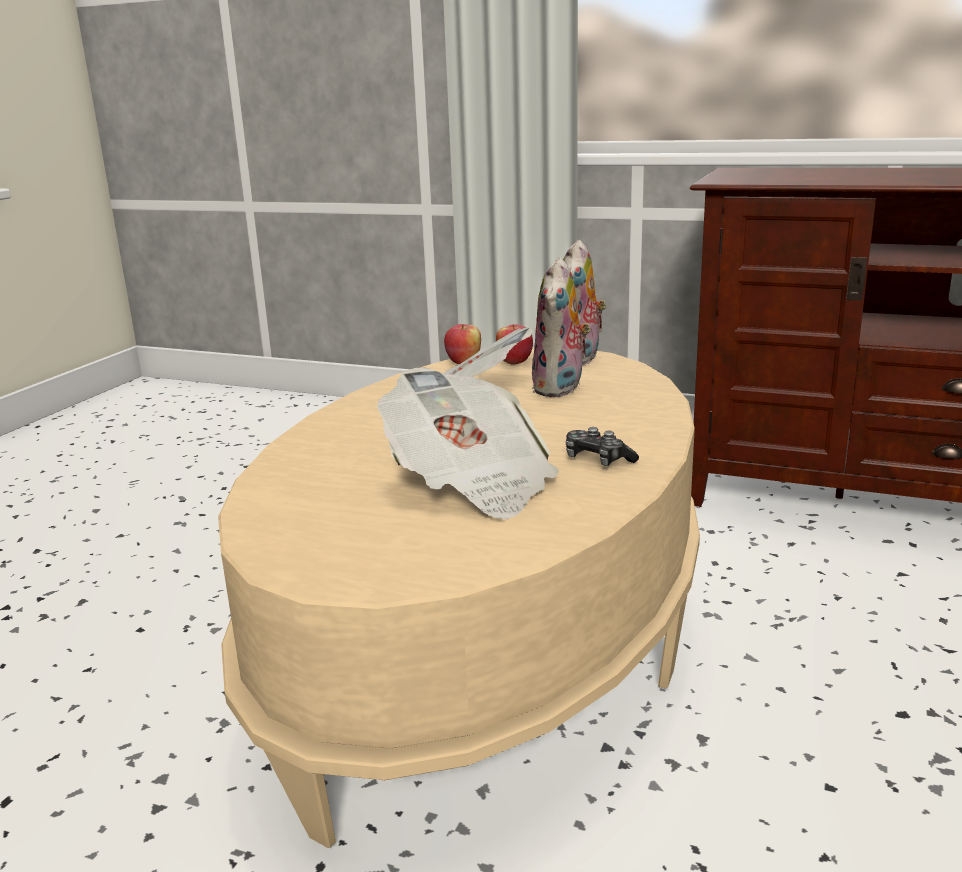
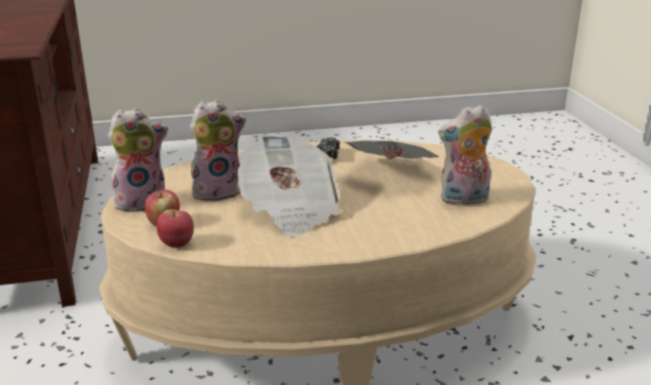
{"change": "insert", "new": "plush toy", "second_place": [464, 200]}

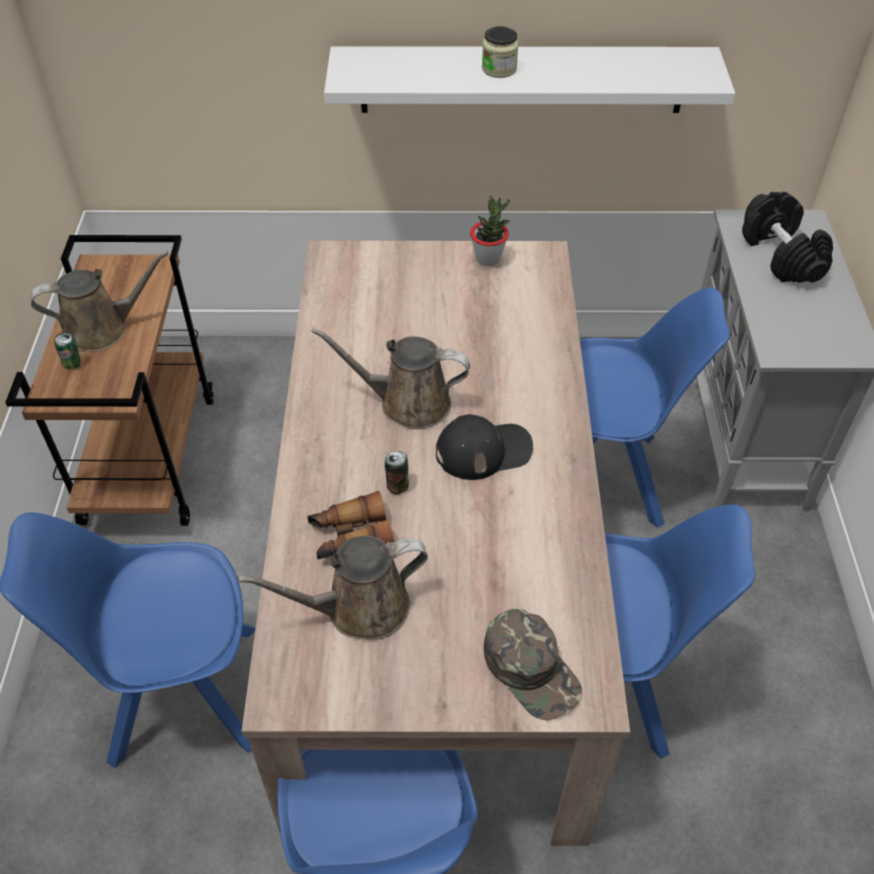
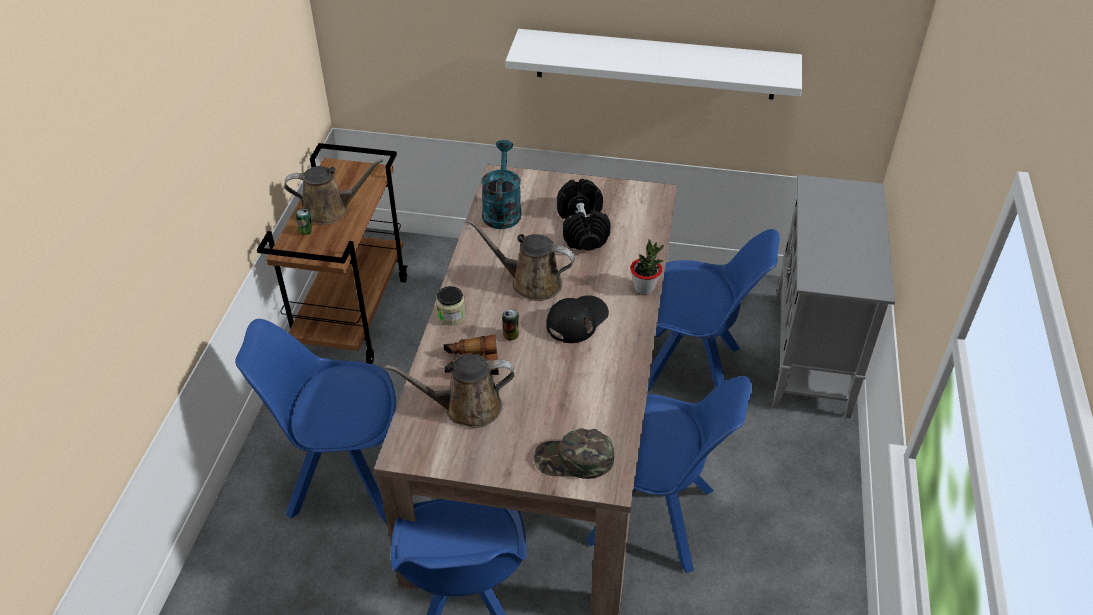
{"change": "move", "old": "jar", "first_place": [499, 69], "second_place": [451, 316]}
{"change": "move", "old": "dumbbell (black)", "first_place": [782, 255], "second_place": [583, 228]}
{"change": "move", "old": "potted plant", "first_place": [488, 259], "second_place": [644, 288]}
{"change": "rotate", "old": "cap (black)", "first_place": [484, 450], "second_place": [577, 320], "degrees": -45}
{"change": "rotate", "old": "cap (green)", "first_place": [531, 669], "second_place": [574, 460], "degrees": 120}
{"change": "insert", "new": "watering can (turquoise)", "second_place": [502, 210]}

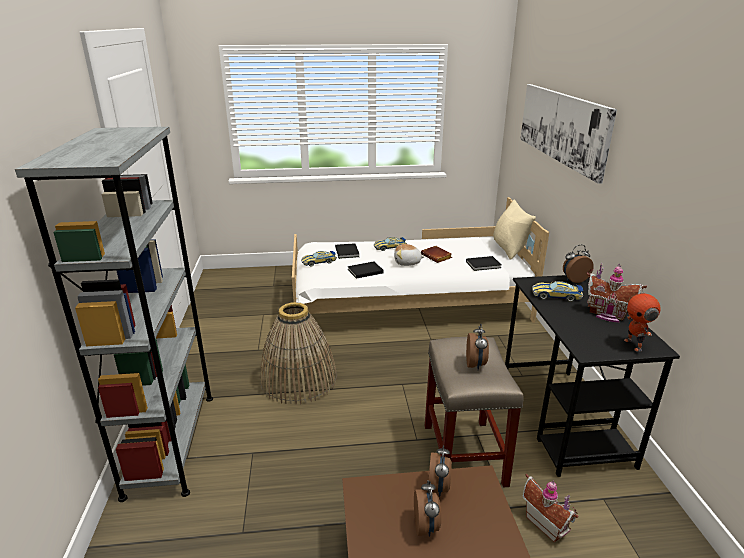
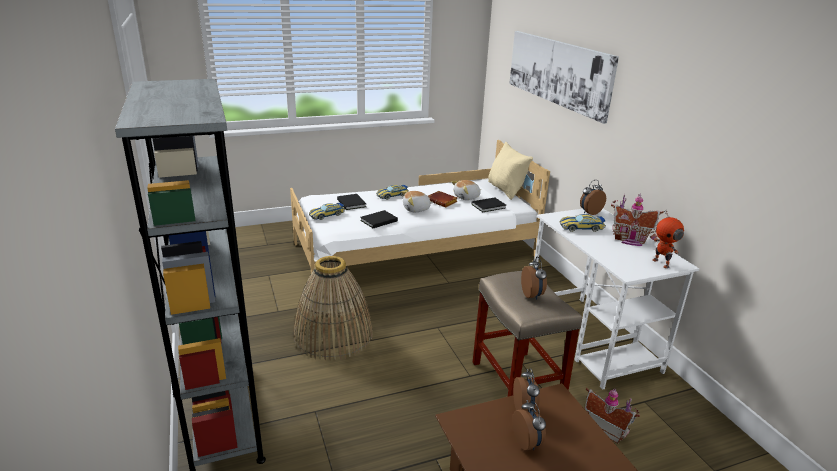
{"change": "recolor", "old": "desk (black)", "new": "desk (white)", "first_place": [564, 419], "second_place": [591, 340]}
{"change": "insert", "new": "plush toy", "second_place": [467, 197]}

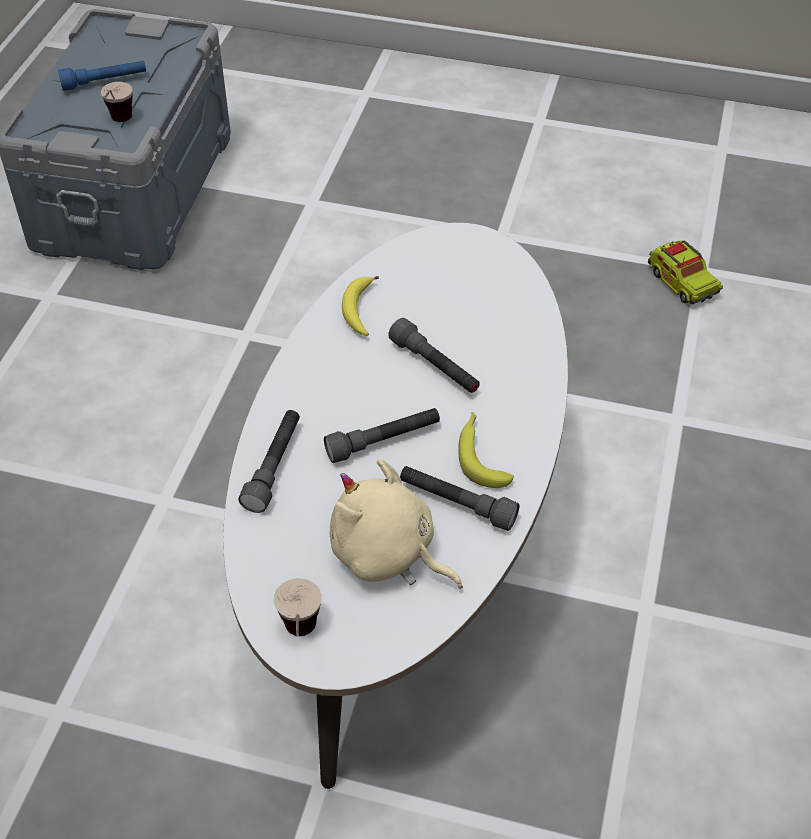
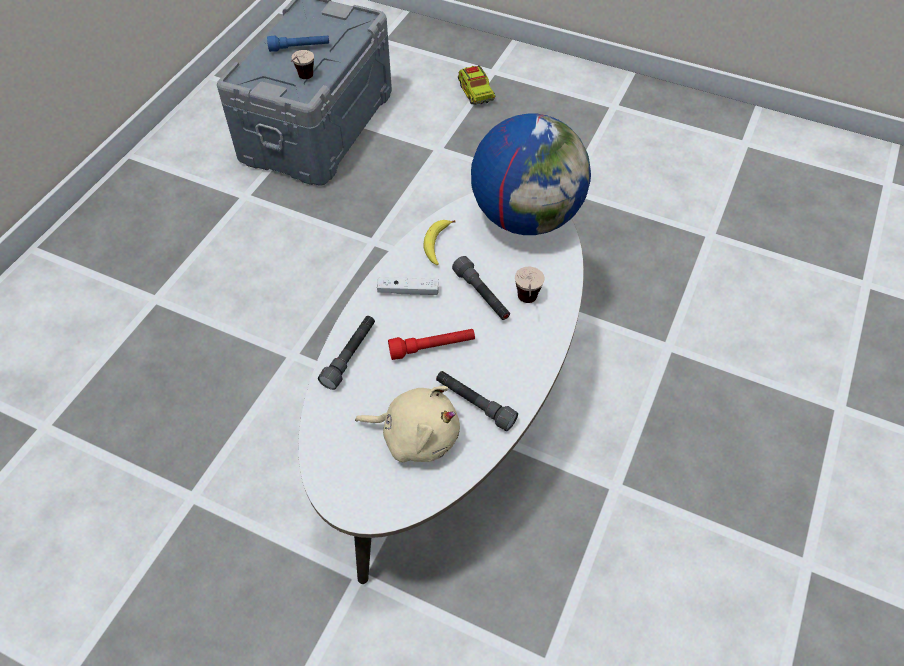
{"change": "move", "old": "toy truck", "first_place": [681, 282], "second_place": [475, 92]}
{"change": "recolor", "old": "flashlight (grey)", "new": "flashlight (red)", "first_place": [383, 441], "second_place": [432, 348]}
{"change": "delete", "old": "banana", "first_place": [481, 455]}
{"change": "rotate", "old": "plush toy (beige)", "first_place": [387, 554], "second_place": [416, 435], "degrees": 150}
{"change": "move", "old": "cup", "first_place": [301, 640], "second_place": [527, 305]}
{"change": "insert", "new": "globe", "second_place": [526, 217]}
{"change": "insert", "new": "game controller (white)", "second_place": [408, 291]}

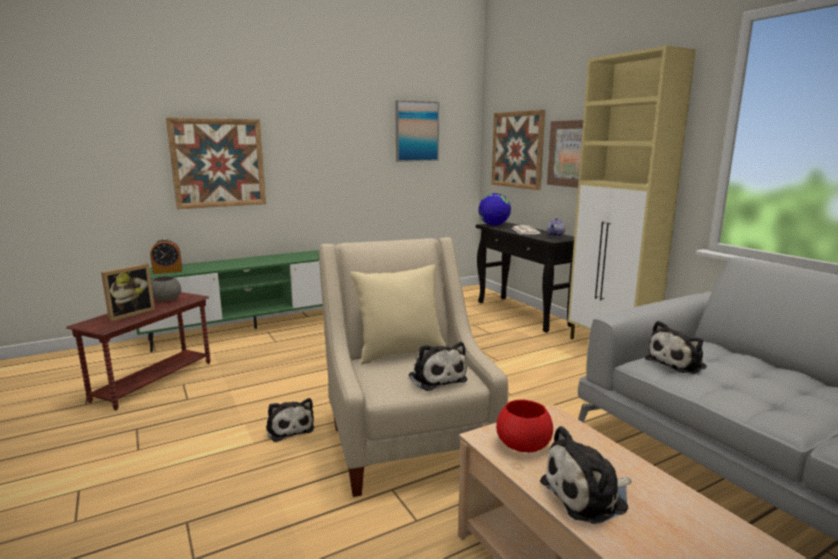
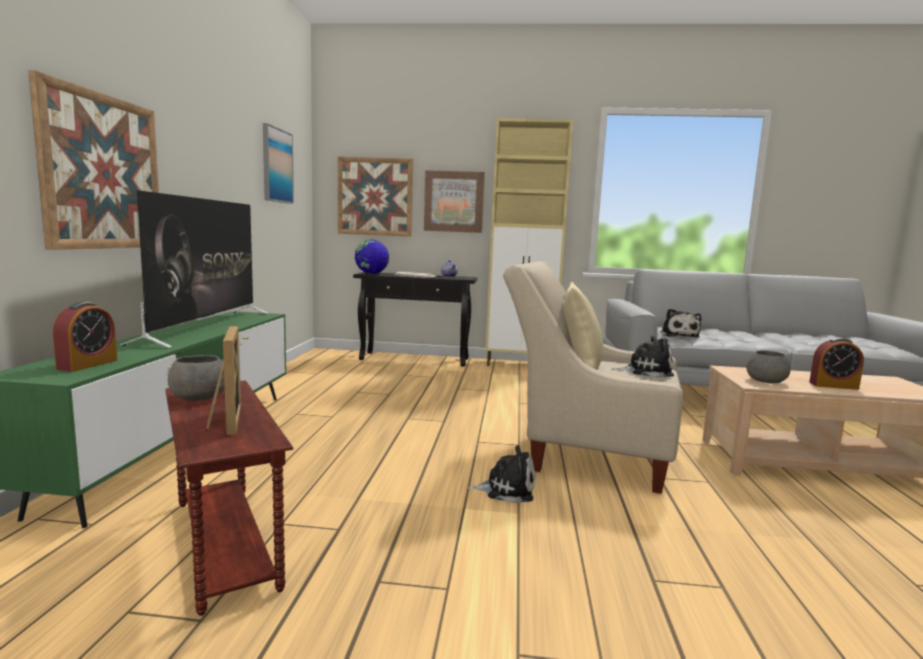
{"change": "recolor", "old": "bowl (red)", "new": "bowl (grey)", "first_place": [524, 444], "second_place": [766, 381]}
{"change": "replace", "old": "plush toy", "new": "alarm clock", "first_place": [588, 495], "second_place": [833, 385]}
{"change": "insert", "new": "television", "second_place": [207, 326]}

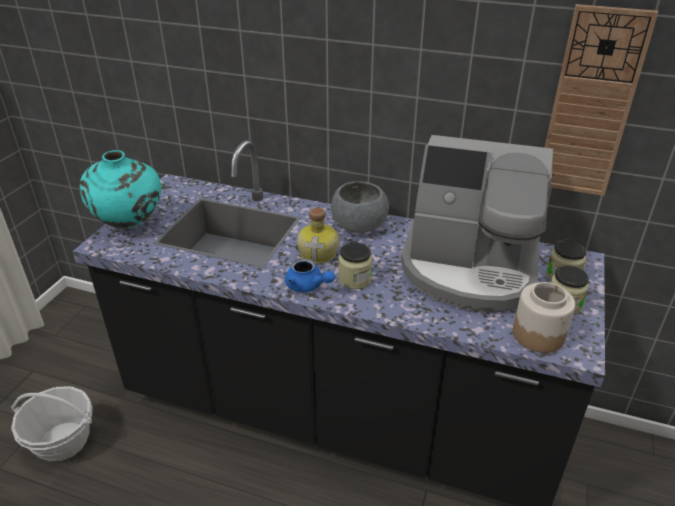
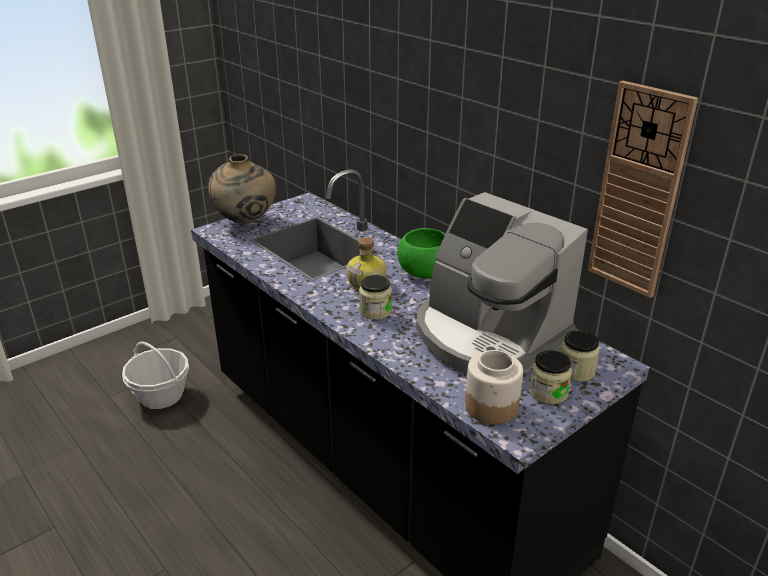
{"change": "recolor", "old": "vase (turquoise)", "new": "vase (beige)", "first_place": [130, 225], "second_place": [246, 222]}
{"change": "recolor", "old": "bowl (grey)", "new": "bowl (green)", "first_place": [358, 225], "second_place": [425, 272]}
{"change": "delete", "old": "teapot (blue)", "first_place": [308, 286]}

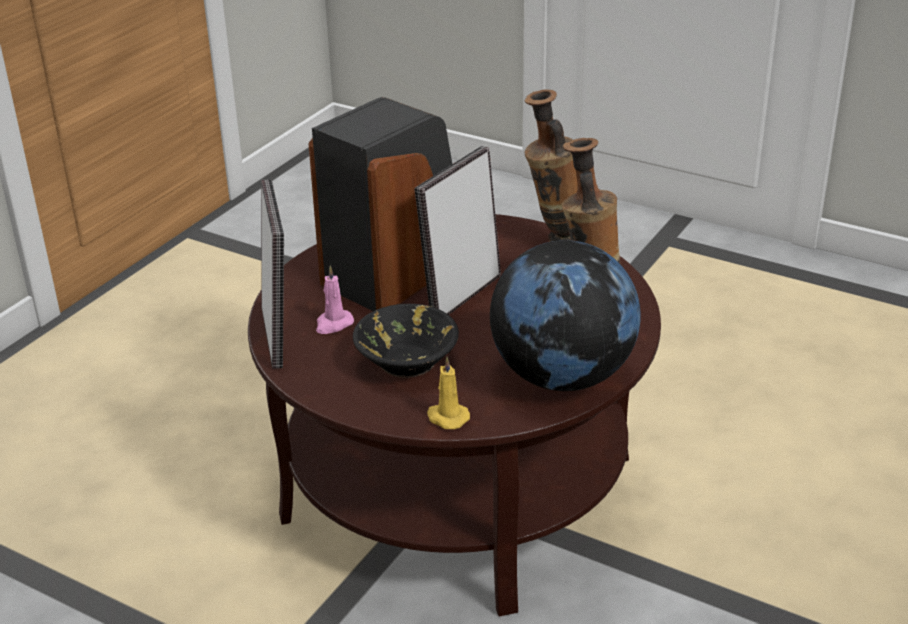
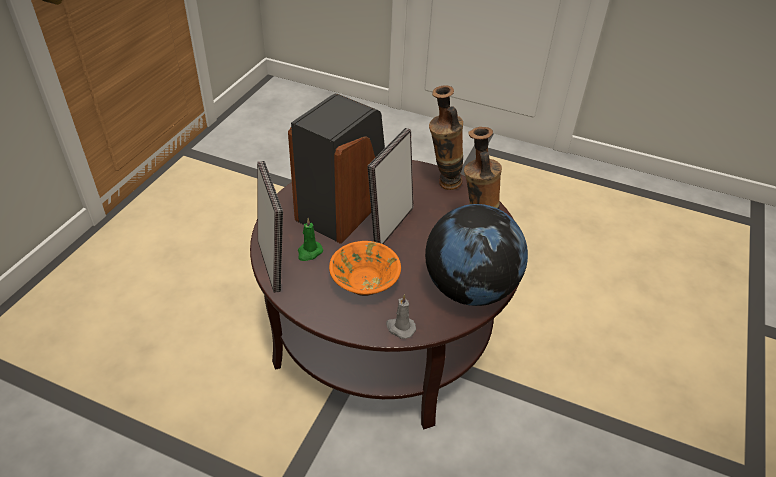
{"change": "recolor", "old": "candle (pink)", "new": "candle (green)", "first_place": [333, 324], "second_place": [309, 252]}
{"change": "recolor", "old": "bowl (black)", "new": "bowl (orange)", "first_place": [406, 363], "second_place": [364, 283]}
{"change": "recolor", "old": "candle (yellow)", "new": "candle (grey)", "first_place": [447, 417], "second_place": [400, 328]}

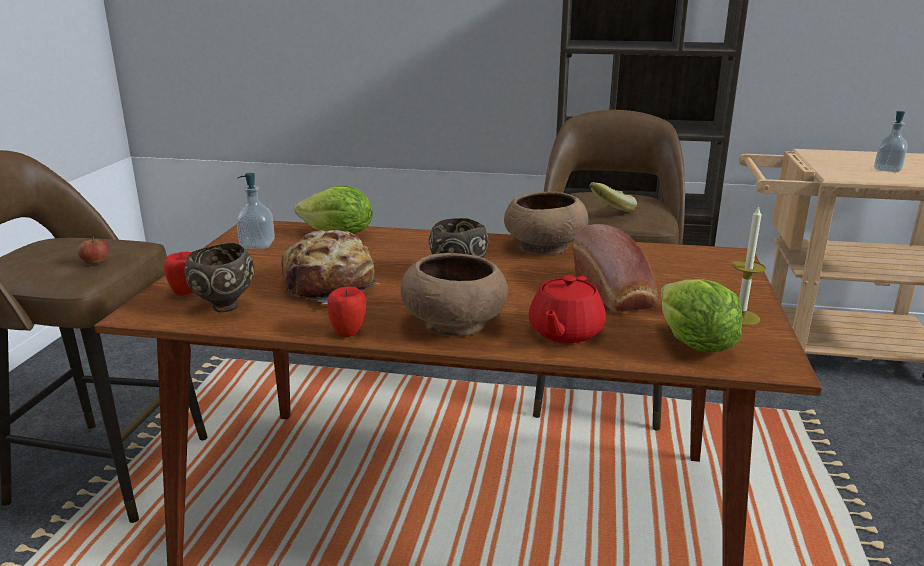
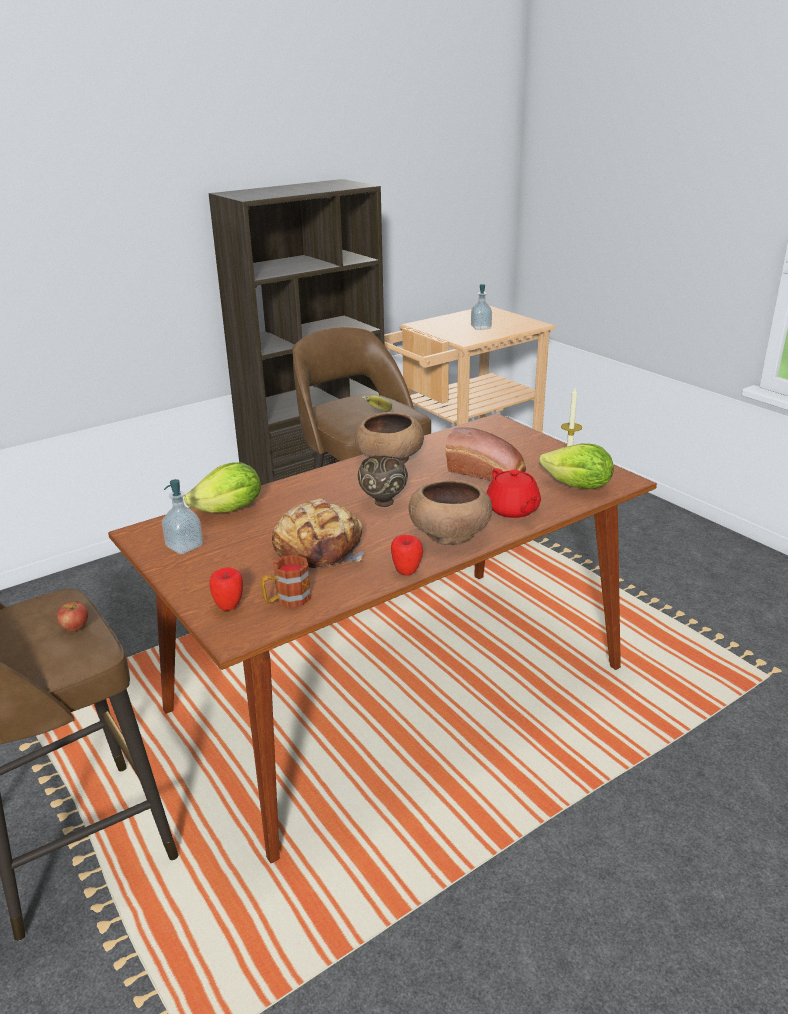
{"change": "replace", "old": "bowl (brown)", "new": "mug", "first_place": [224, 308], "second_place": [286, 600]}

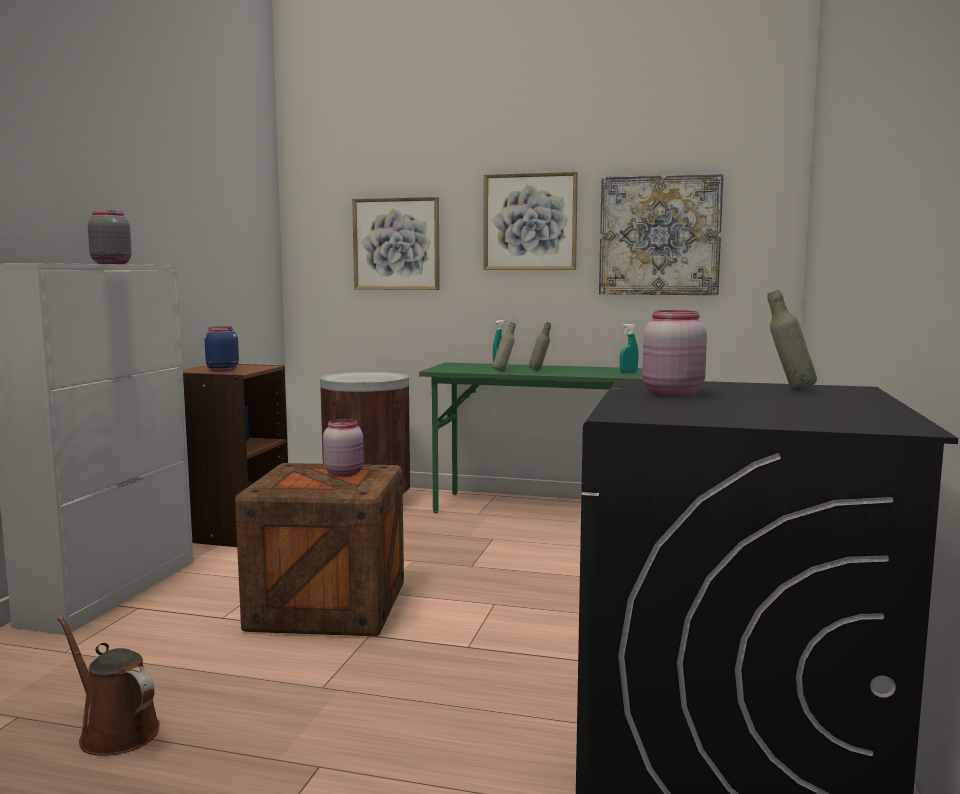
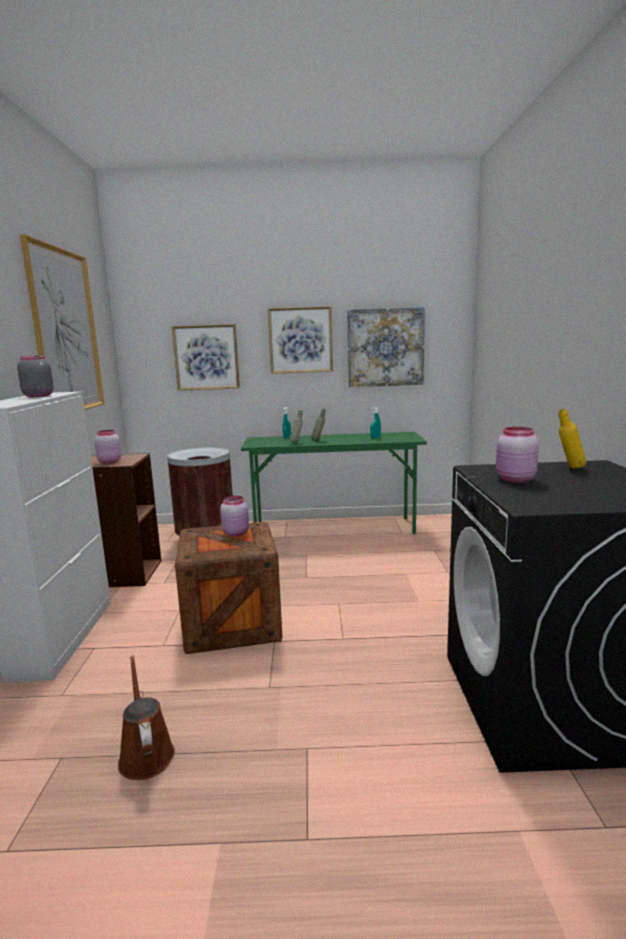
{"change": "recolor", "old": "bottle (grey)", "new": "bottle (yellow)", "first_place": [789, 389], "second_place": [569, 468]}
{"change": "recolor", "old": "jar (blue)", "new": "jar (pink)", "first_place": [222, 370], "second_place": [109, 461]}
{"change": "rotate", "old": "watering can (brown)", "first_place": [114, 732], "second_place": [145, 753], "degrees": 45}
{"change": "insert", "new": "picture", "second_place": [66, 332]}

